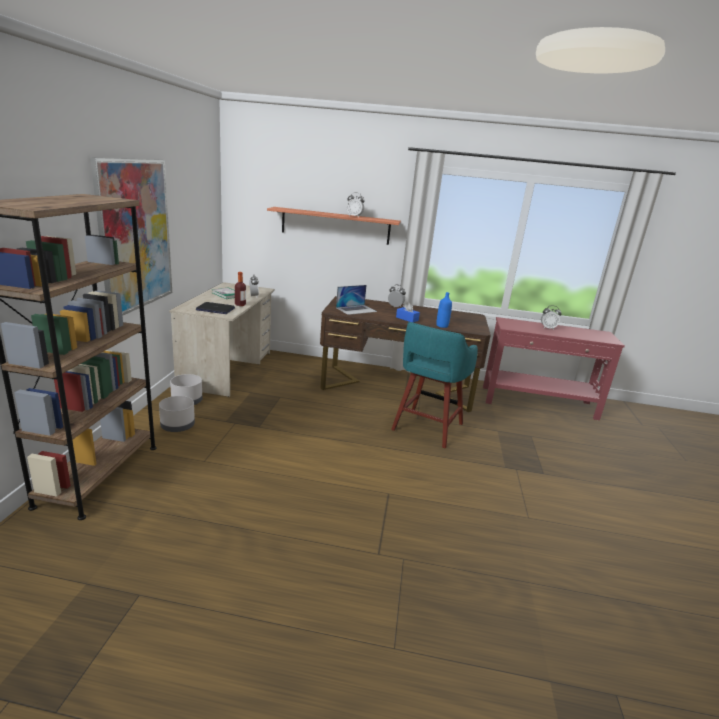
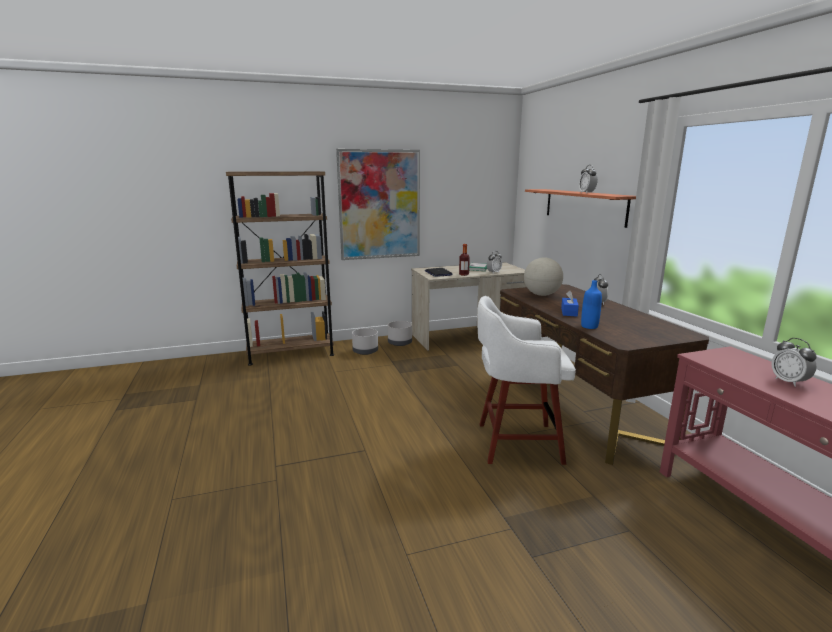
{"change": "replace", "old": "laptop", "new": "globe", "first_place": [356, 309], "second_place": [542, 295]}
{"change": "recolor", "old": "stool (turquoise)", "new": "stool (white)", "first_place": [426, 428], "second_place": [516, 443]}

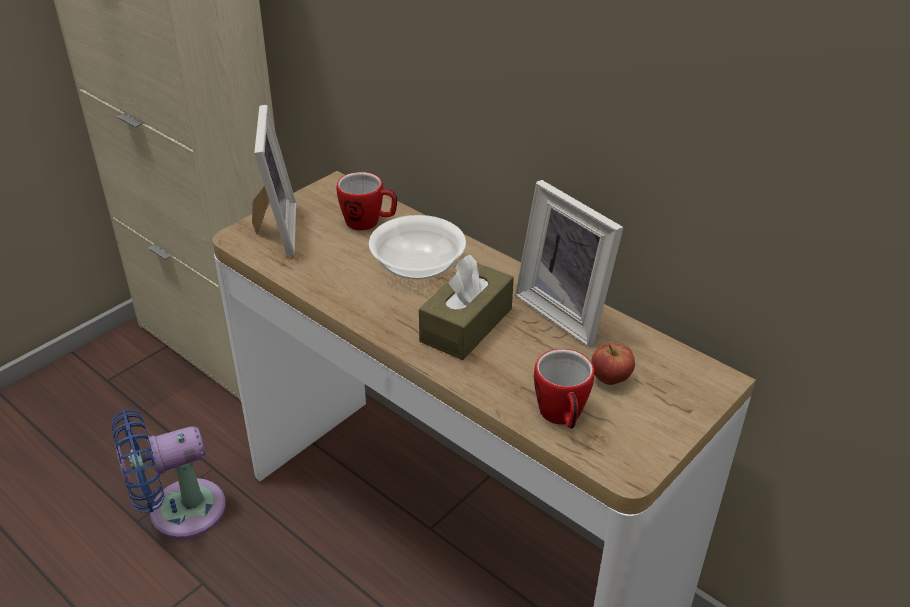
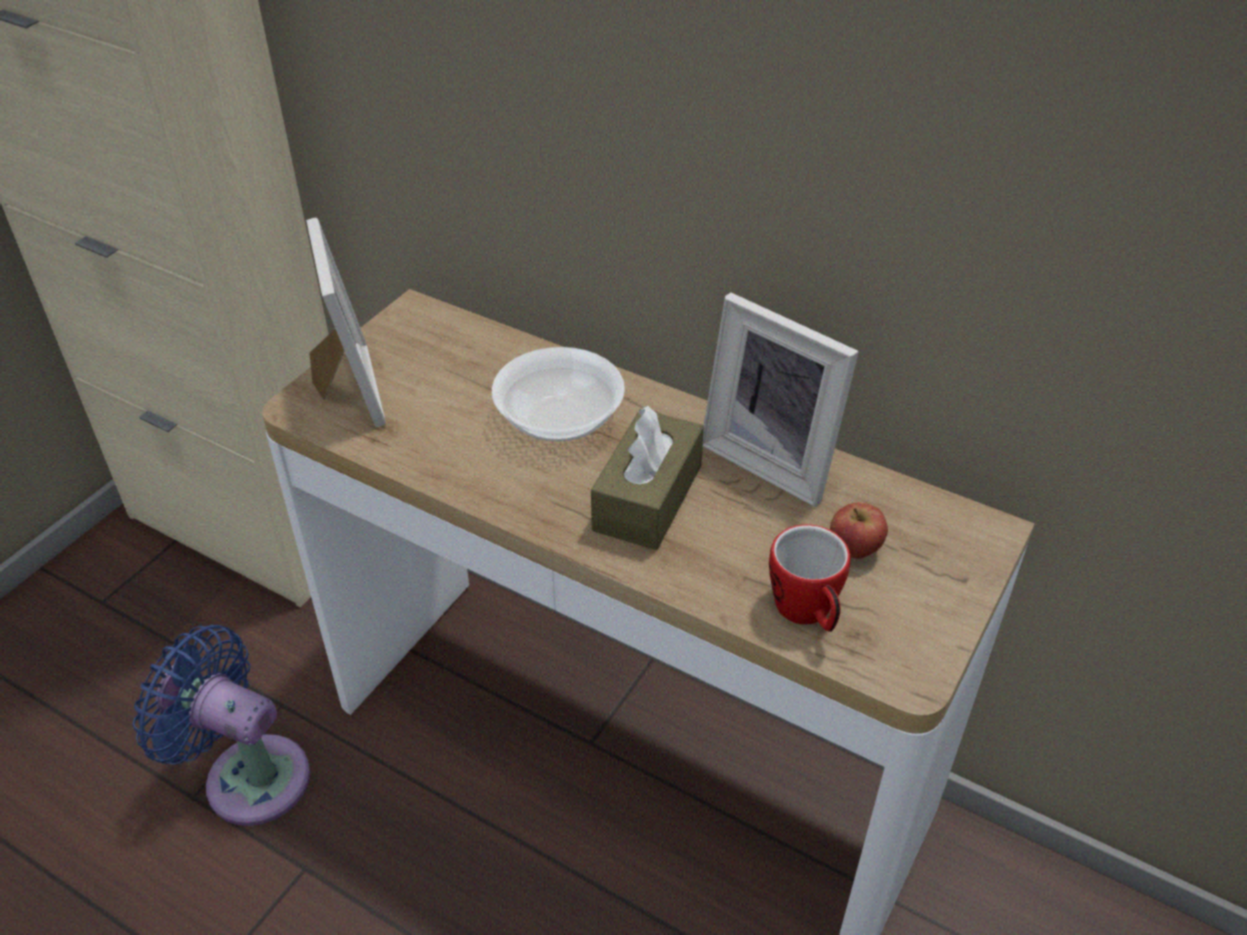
{"change": "delete", "old": "mug", "first_place": [369, 223]}
{"change": "rotate", "old": "fan (blue)", "first_place": [179, 512], "second_place": [248, 775], "degrees": 60}

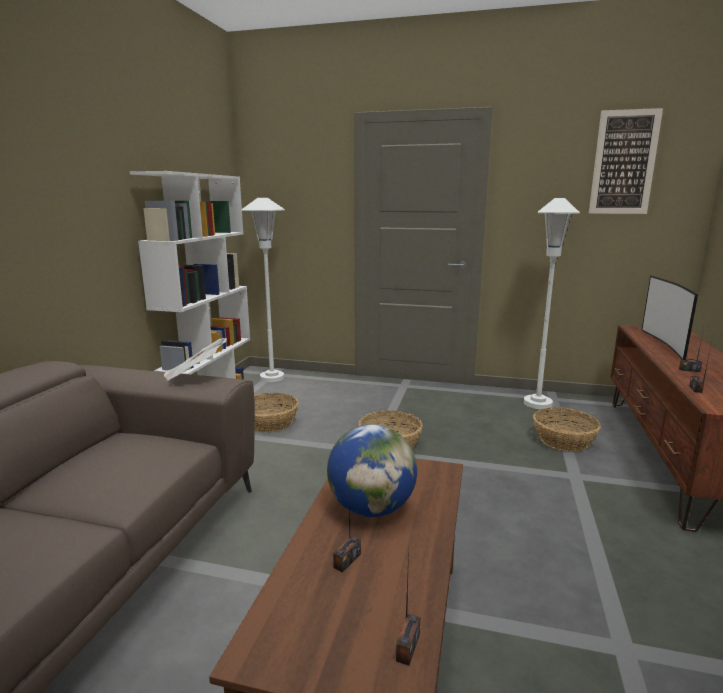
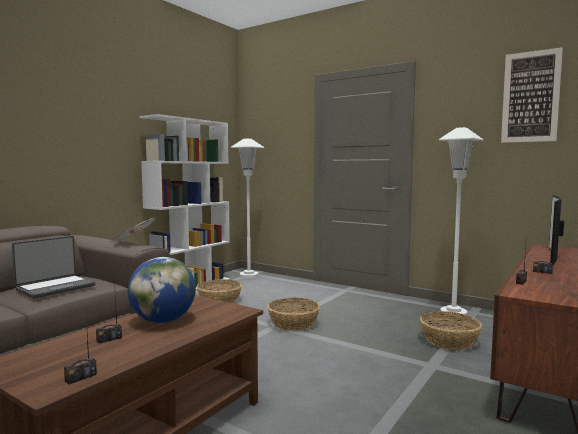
{"change": "insert", "new": "laptop", "second_place": [55, 287]}

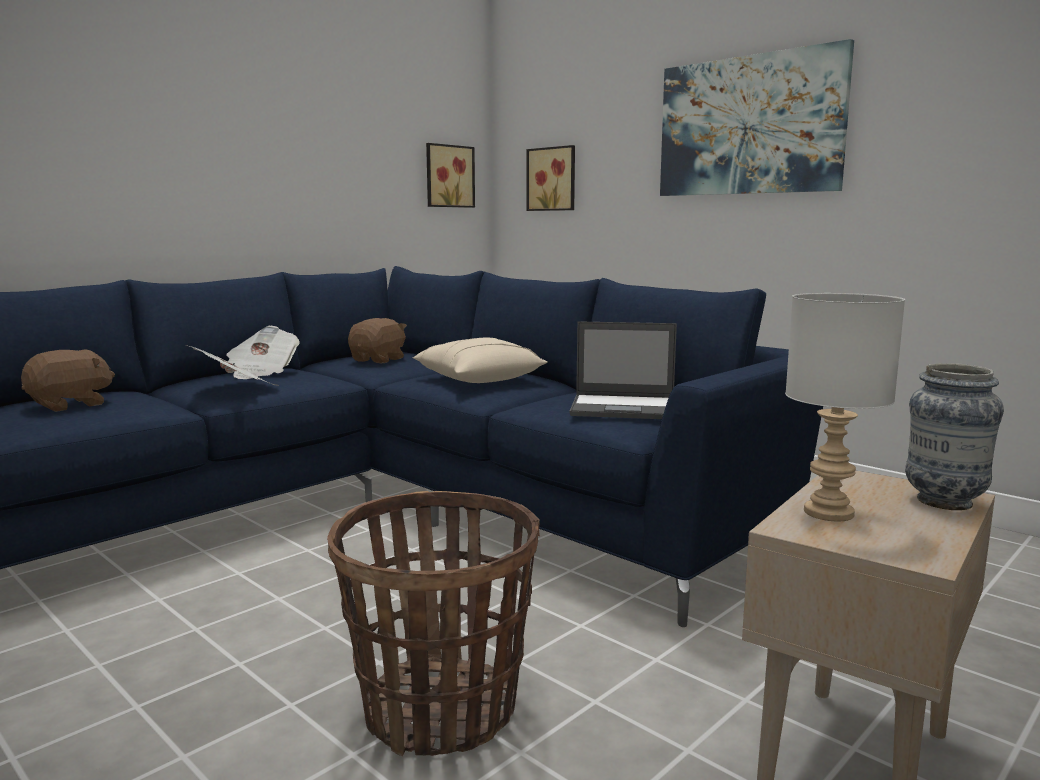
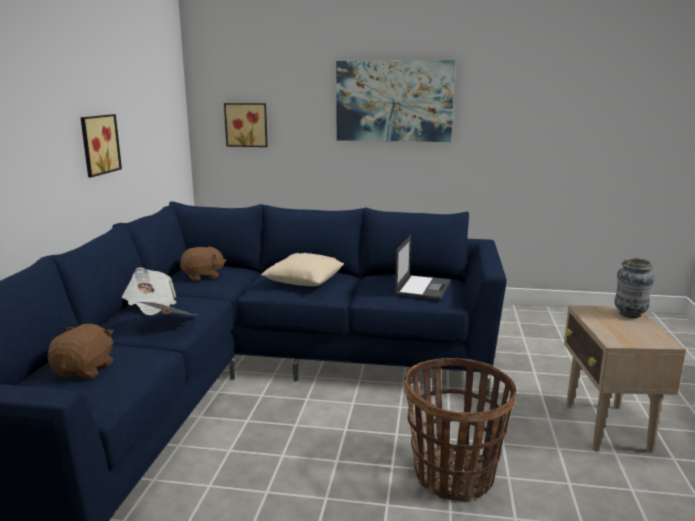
{"change": "move", "old": "picture", "first_place": [448, 176], "second_place": [98, 144]}
{"change": "delete", "old": "table lamp (grey)", "first_place": [830, 513]}
{"change": "rotate", "old": "plush toy (brown)", "first_place": [379, 360], "second_place": [203, 276], "degrees": 75}
{"change": "rotate", "old": "laptop", "first_place": [625, 408], "second_place": [423, 287], "degrees": -45}

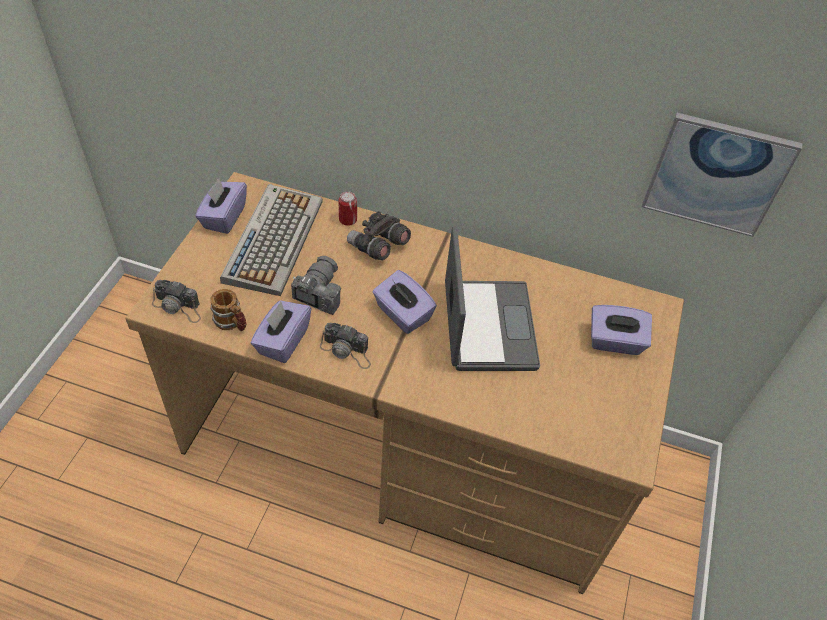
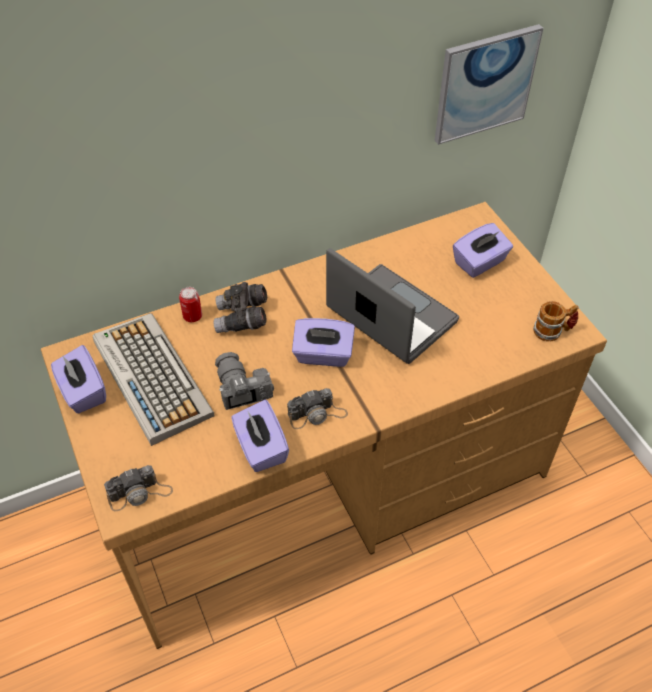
{"change": "move", "old": "mug", "first_place": [232, 323], "second_place": [552, 331]}

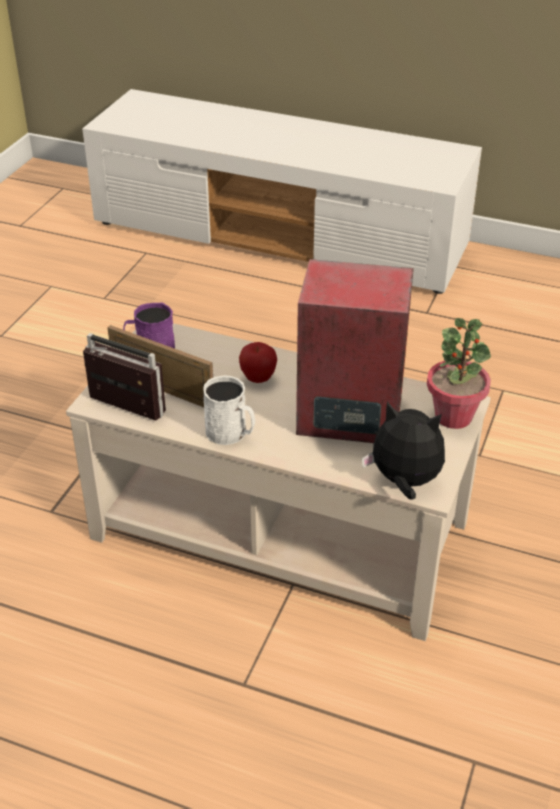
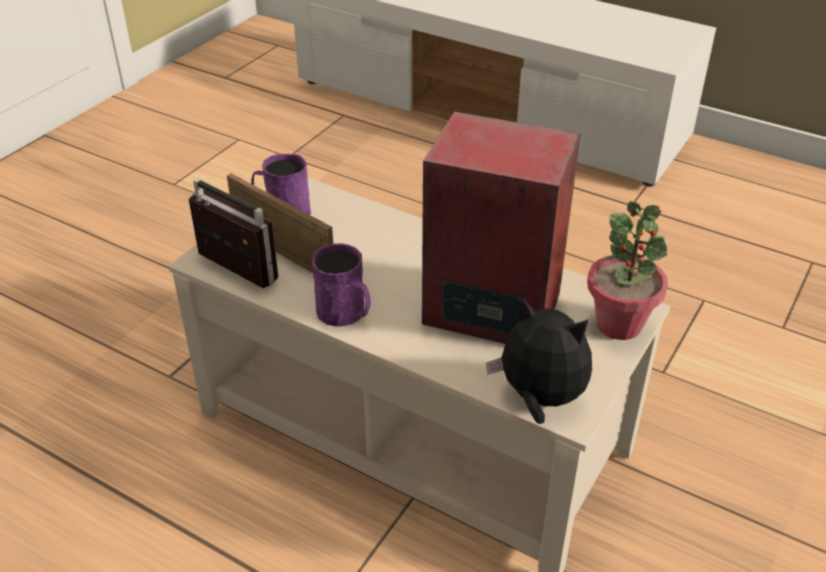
{"change": "delete", "old": "apple", "first_place": [258, 378]}
{"change": "recolor", "old": "mug (white)", "new": "mug (purple)", "first_place": [231, 433], "second_place": [345, 313]}

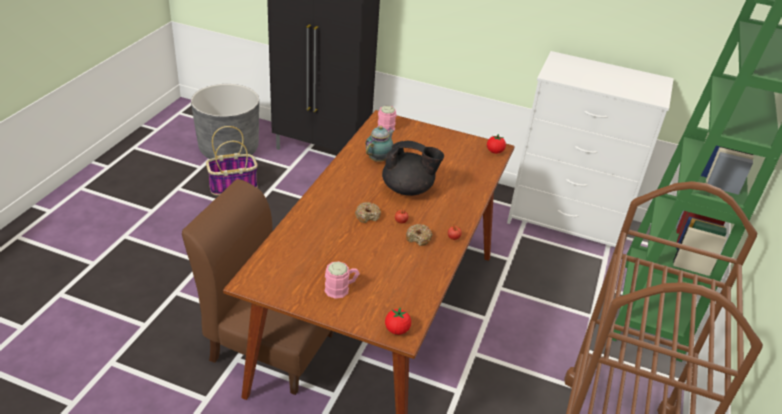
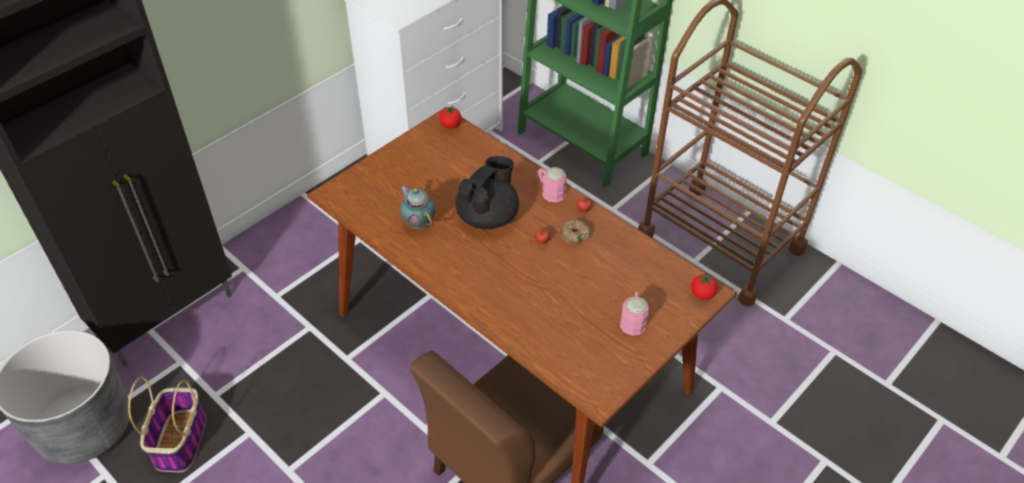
{"change": "move", "old": "mug (pink)", "first_place": [387, 126], "second_place": [550, 191]}
{"change": "delete", "old": "donut", "first_place": [367, 216]}

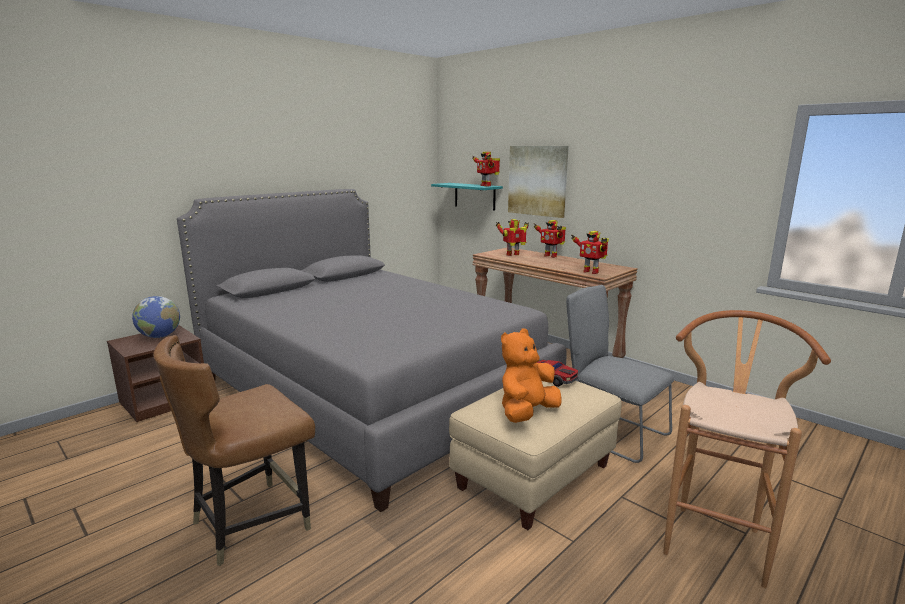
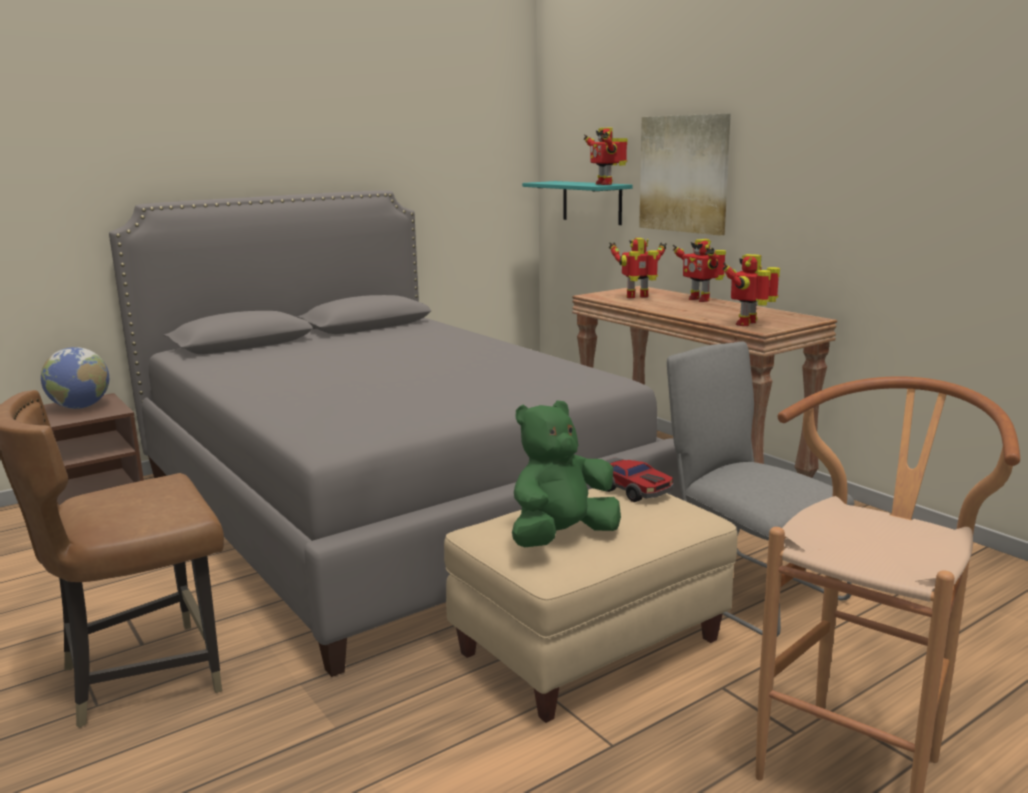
{"change": "rotate", "old": "toy robot", "first_place": [590, 272], "second_place": [749, 324], "degrees": 75}
{"change": "recolor", "old": "plush toy (orange)", "new": "plush toy (green)", "first_place": [527, 413], "second_place": [561, 537]}

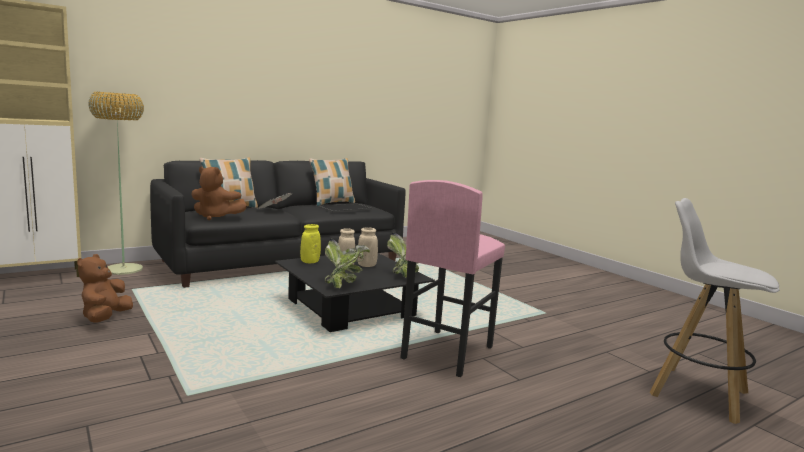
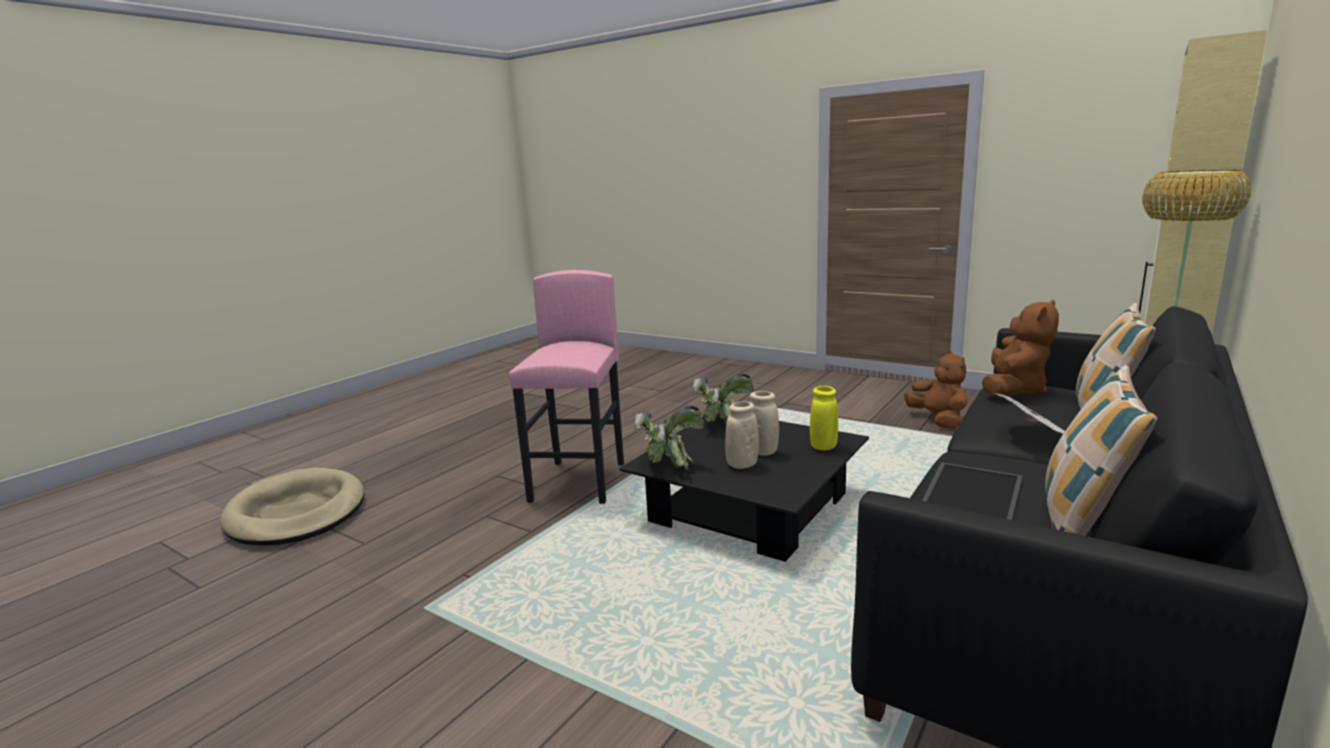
{"change": "rotate", "old": "plush toy (brown)", "first_place": [216, 217], "second_place": [1013, 390], "degrees": 135}
{"change": "replace", "old": "stool (white)", "new": "dog bed (beige)", "first_place": [696, 393], "second_place": [297, 513]}

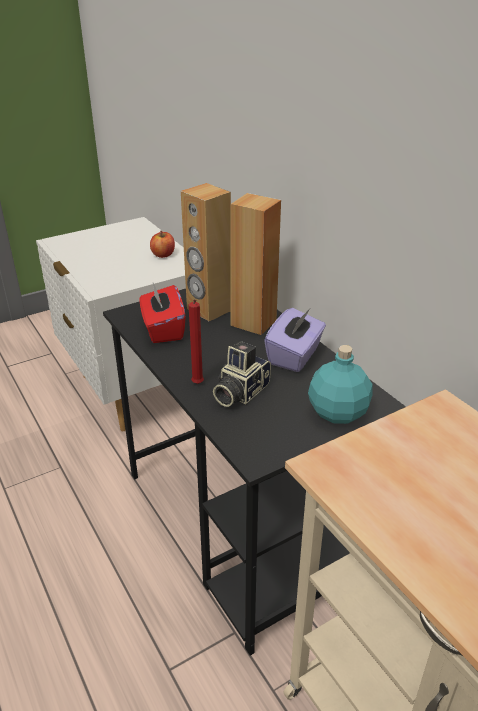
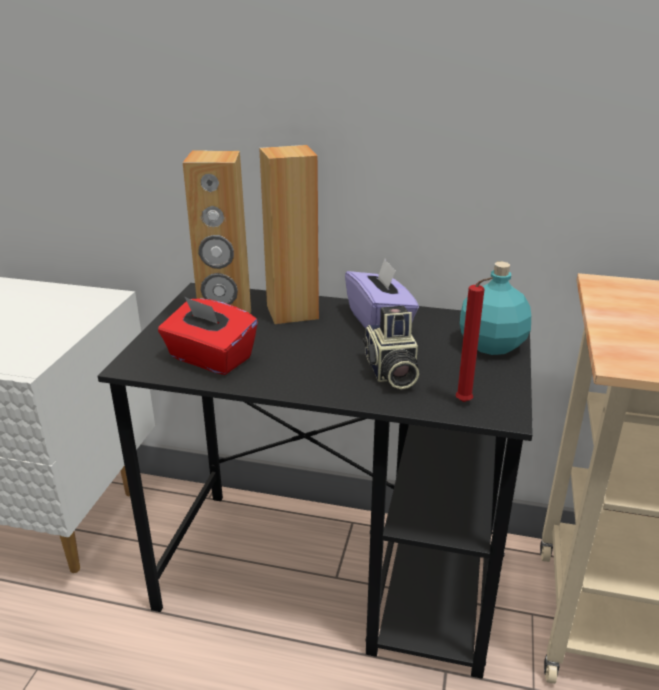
{"change": "delete", "old": "apple", "first_place": [163, 255]}
{"change": "move", "old": "candle (red)", "first_place": [197, 385], "second_place": [466, 403]}

